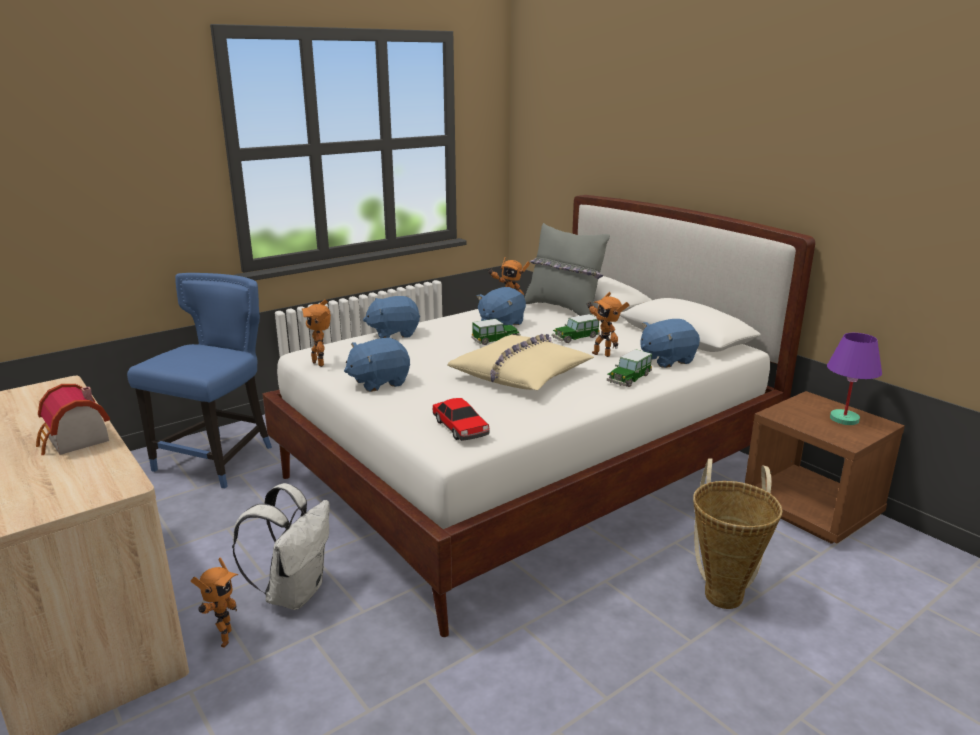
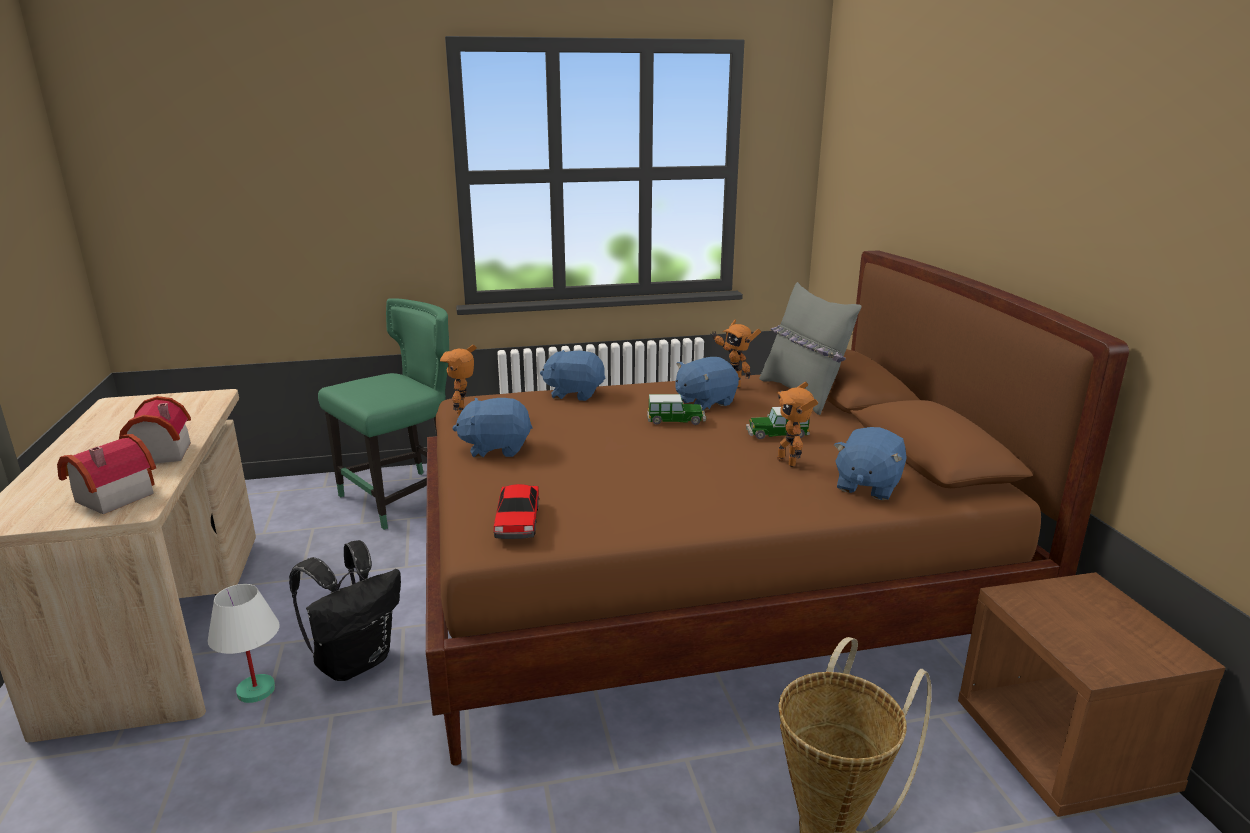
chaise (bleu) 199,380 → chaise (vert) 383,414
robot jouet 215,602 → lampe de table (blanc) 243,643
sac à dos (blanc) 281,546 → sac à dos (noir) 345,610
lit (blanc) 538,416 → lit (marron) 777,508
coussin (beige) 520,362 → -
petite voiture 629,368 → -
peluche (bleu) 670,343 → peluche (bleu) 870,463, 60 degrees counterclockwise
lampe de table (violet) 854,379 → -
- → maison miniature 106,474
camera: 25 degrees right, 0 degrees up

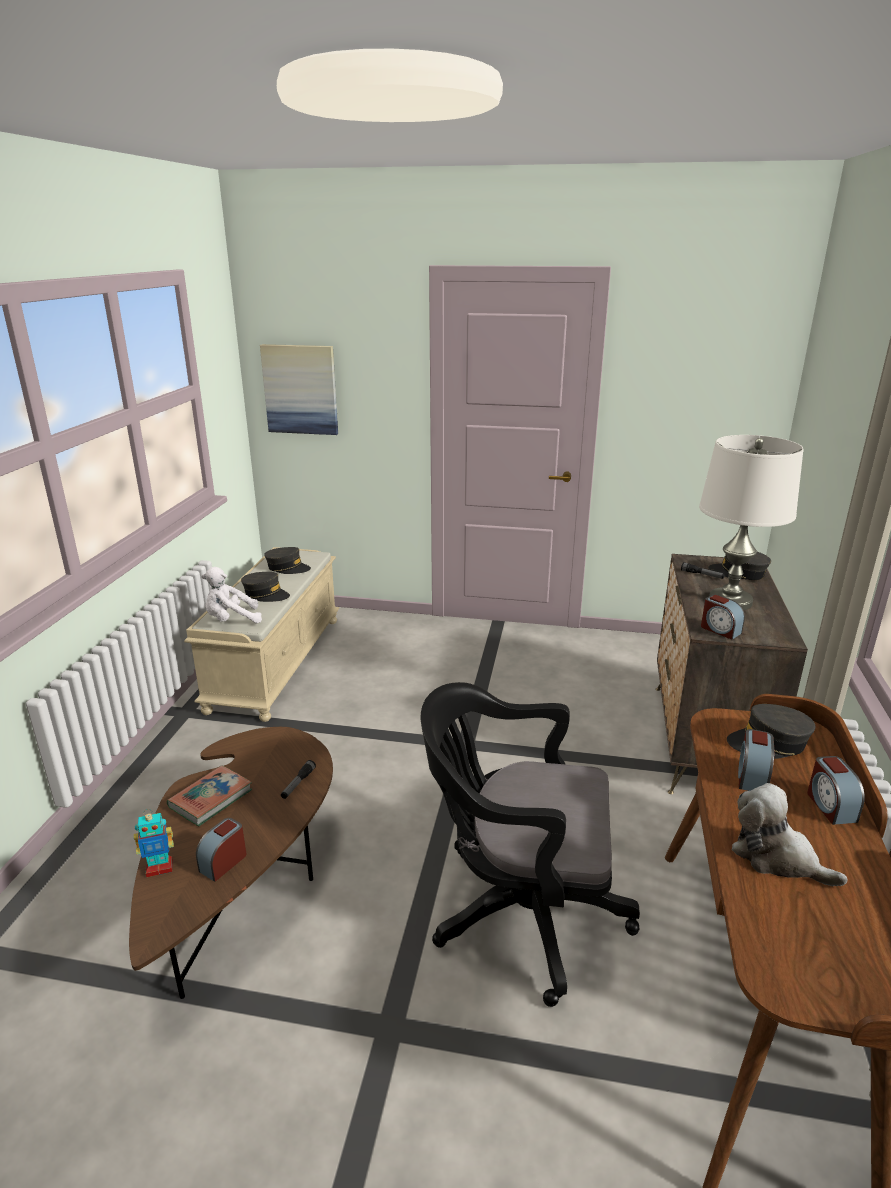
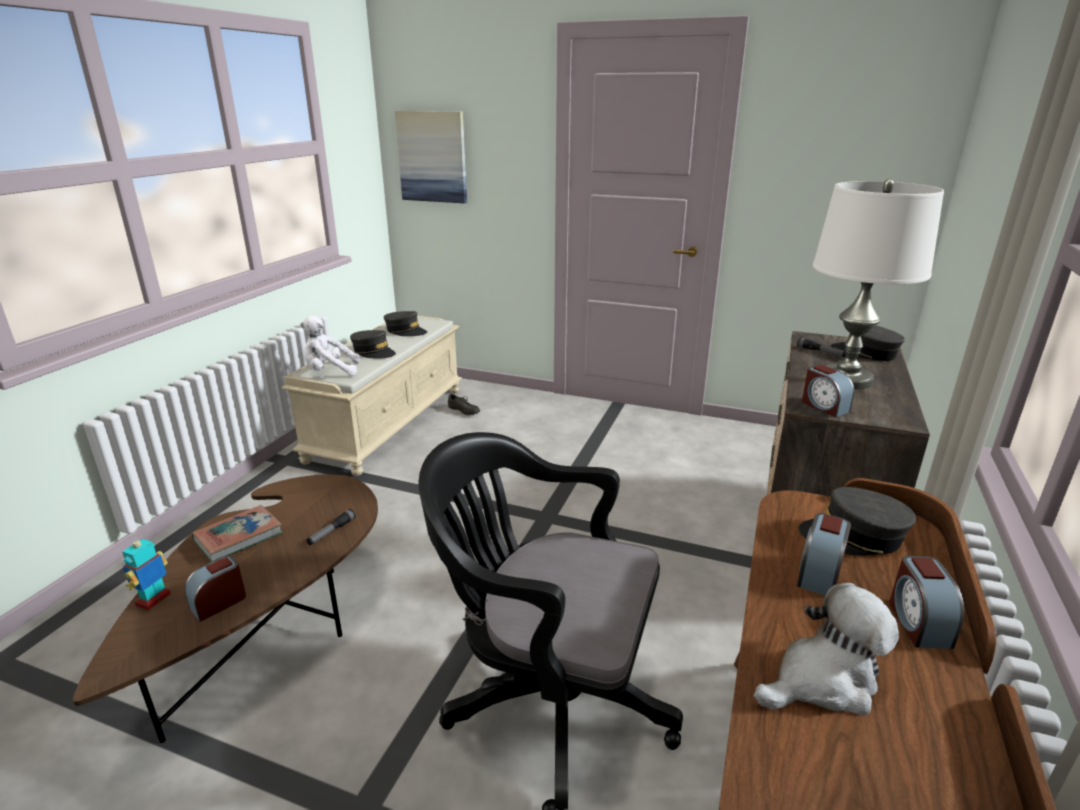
robot jouet 154,843 → robot jouet 146,573, 120 degrees clockwise
peluche 790,834 → peluche 826,649, 105 degrees clockwise
- → chaussure (gris) 464,404
camera: 10 degrees right, 0 degrees up

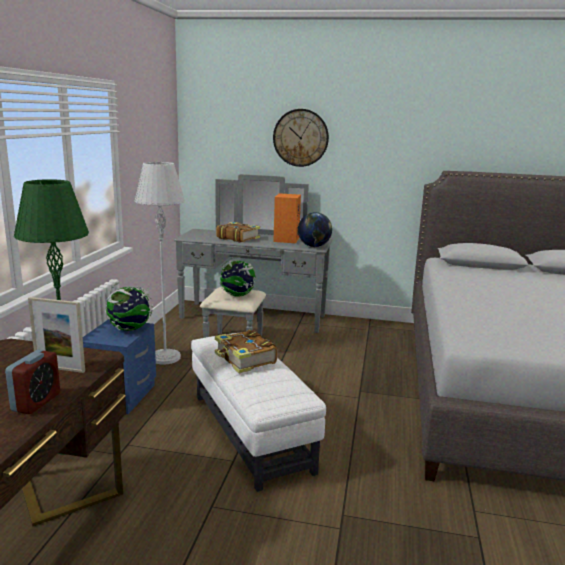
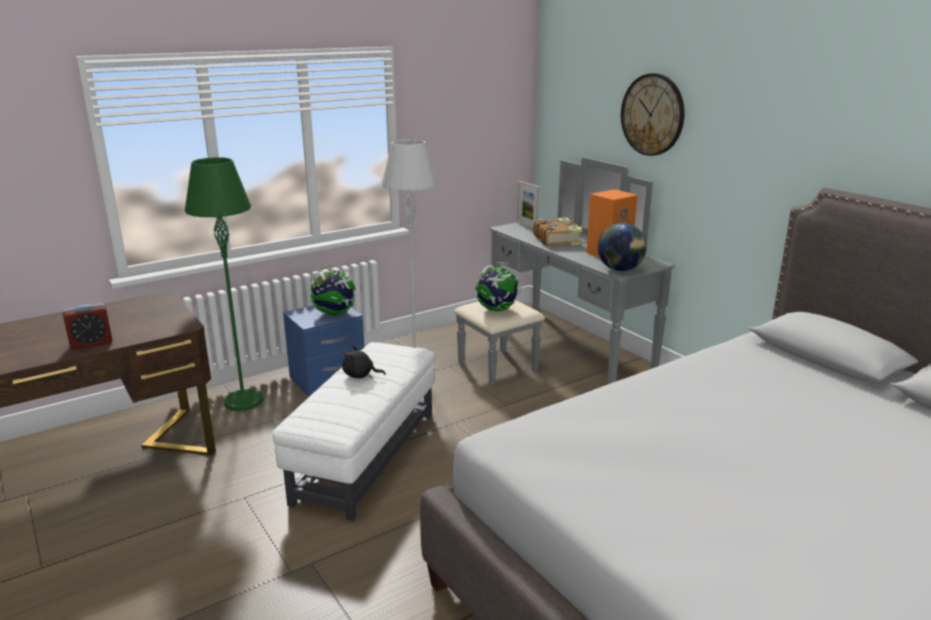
cadre photo 56,335 → cadre photo 528,205, move
livre 246,351 → peluche (noir) 364,361
camera: 45 degrees right, 5 degrees up

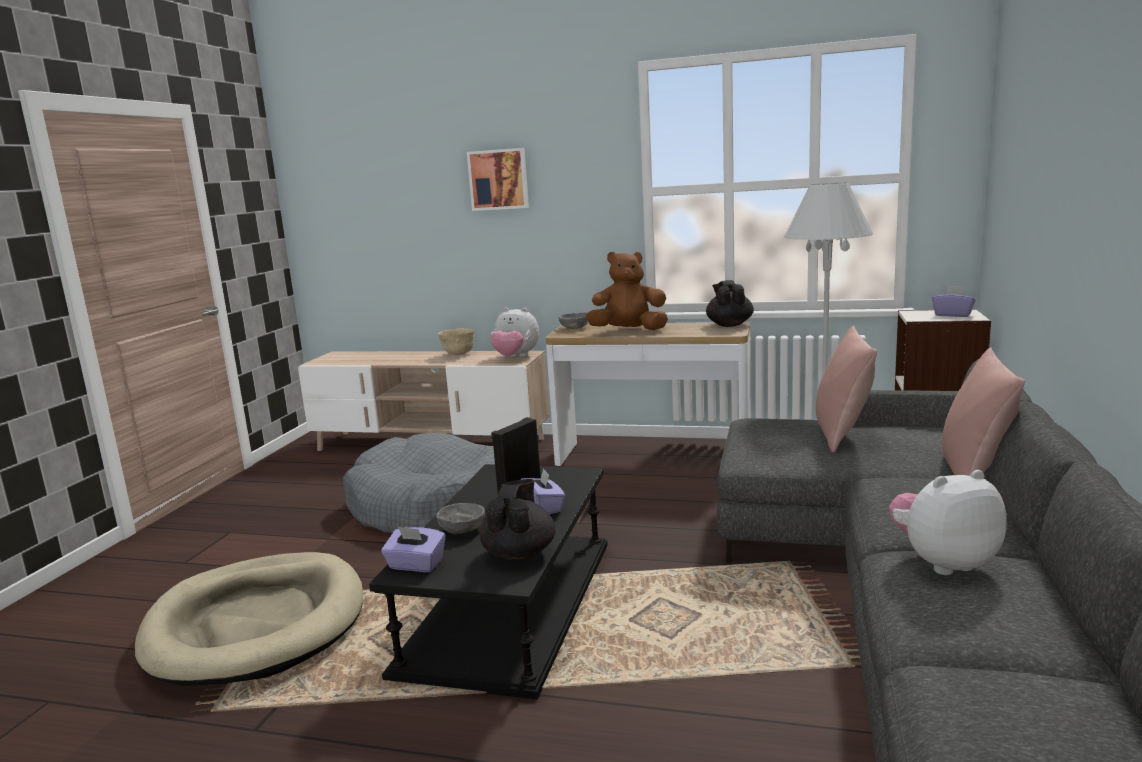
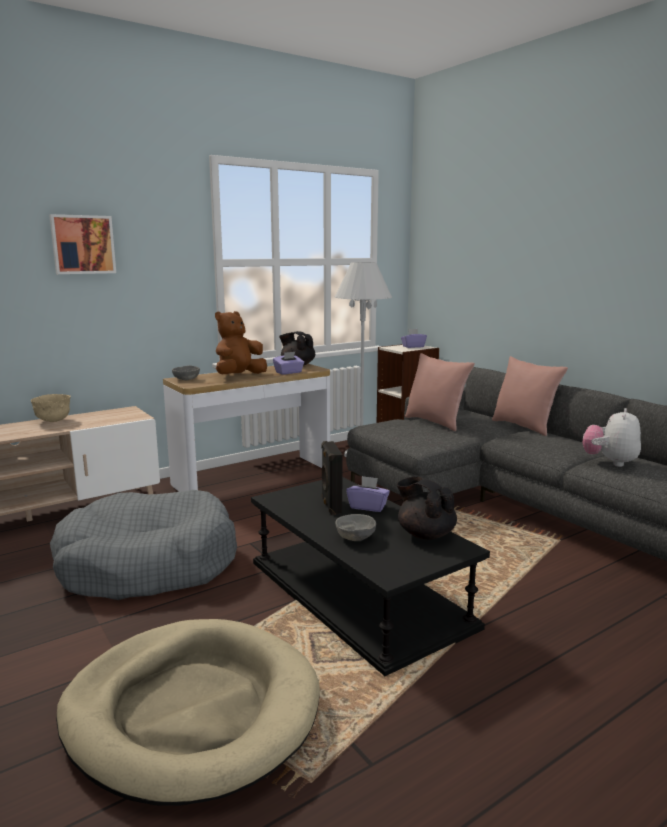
boîte à mouchoirs (violet) 413,549 → boîte à mouchoirs (violet) 288,363, move
peluche 514,332 → -
camera: 50 degrees left, 0 degrees up

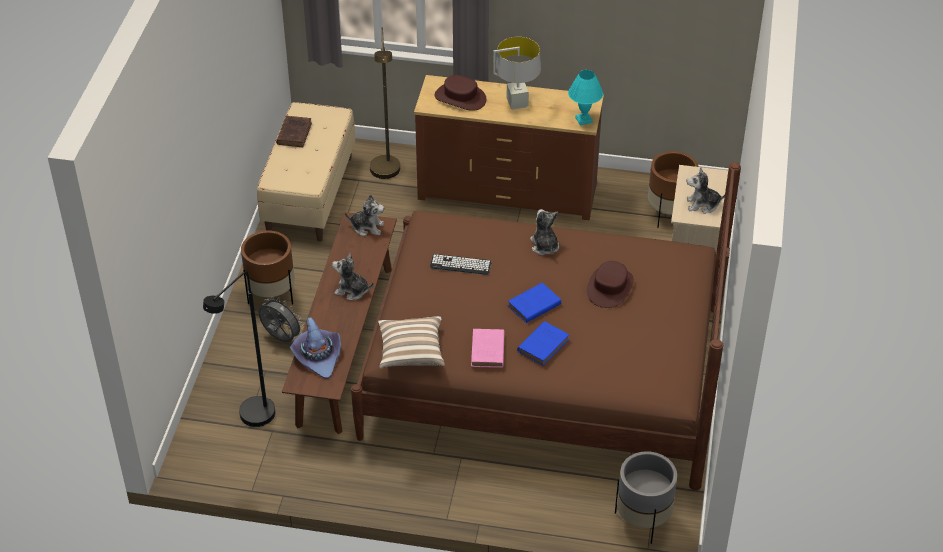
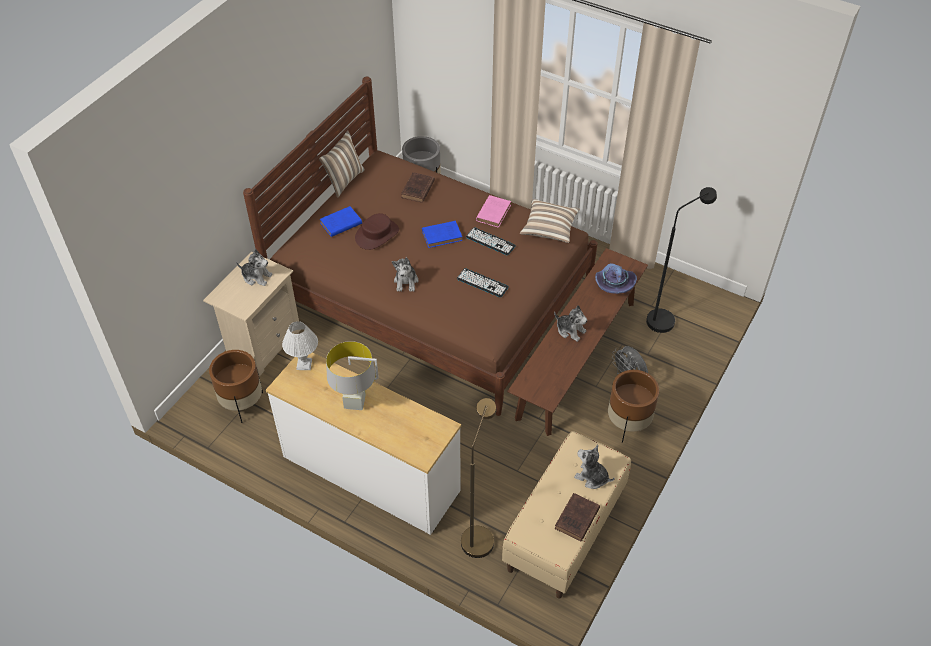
peluche 364,215 → peluche 594,467, move
commode (marron) 509,147 → commode (blanc) 363,443
chapeau (marron) 461,93 → -
livre (bleu) 543,343 → livre (bleu) 341,221, move
lampe de table (turquoise) 585,97 → lampe de table (blanc) 300,345
- → coussin 342,164
- → livre (marron) 418,187
- → clavier 491,241
camera: 160 degrees left, 5 degrees up

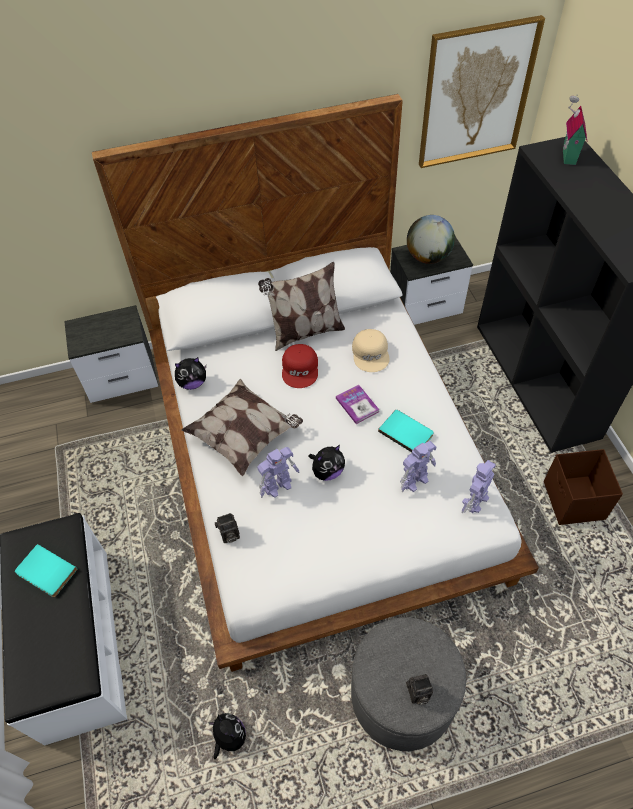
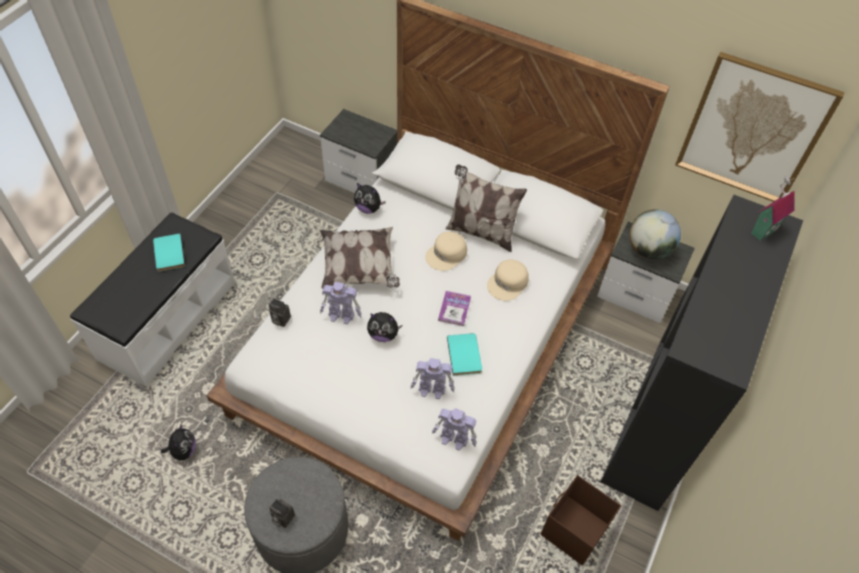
casquette (rouge) 300,366 → casquette (beige) 446,251
robot jouet 478,486 → robot jouet 454,429, 150 degrees counterclockwise
camera: 40 degrees right, 0 degrees up

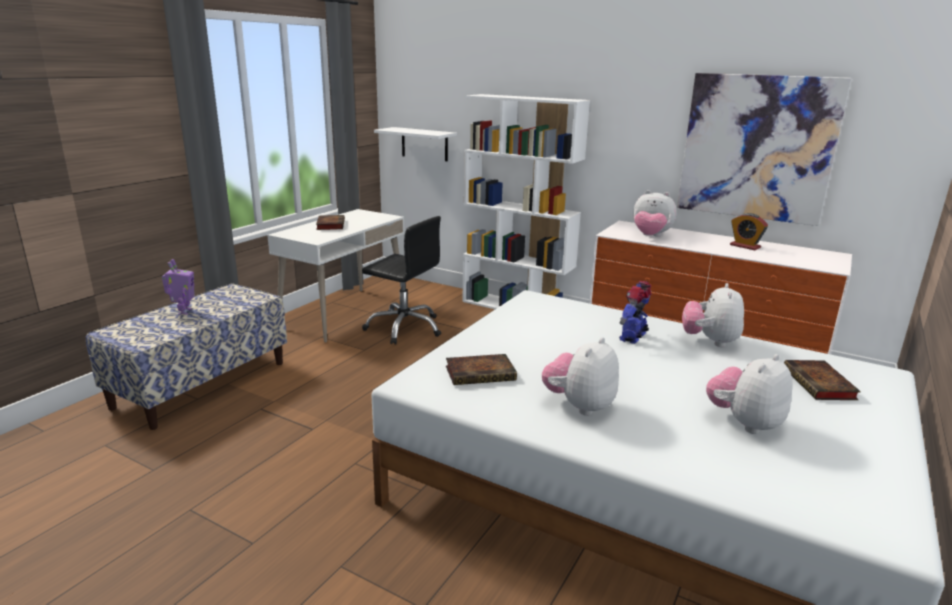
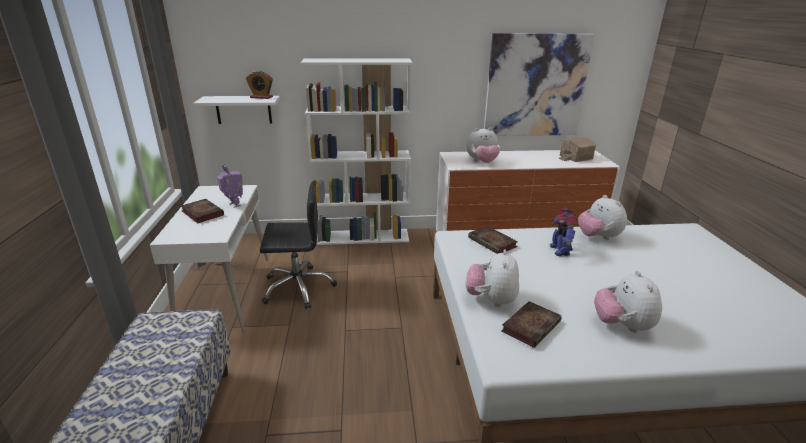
robot jouet 178,287 → robot jouet 230,186, move
peluche 749,394 → peluche 492,278, move
réveil 749,231 → réveil 259,85, move
livre 822,380 → livre 493,240, move
- → maison miniature 578,150
camera: 35 degrees left, 5 degrees up

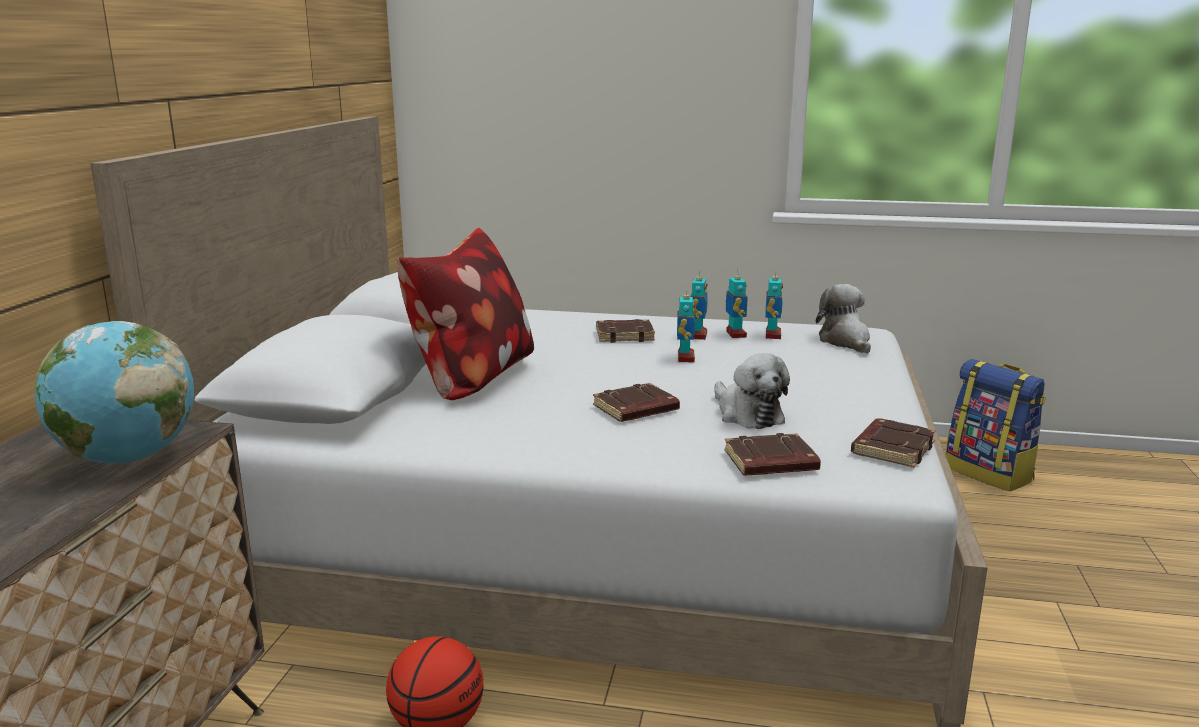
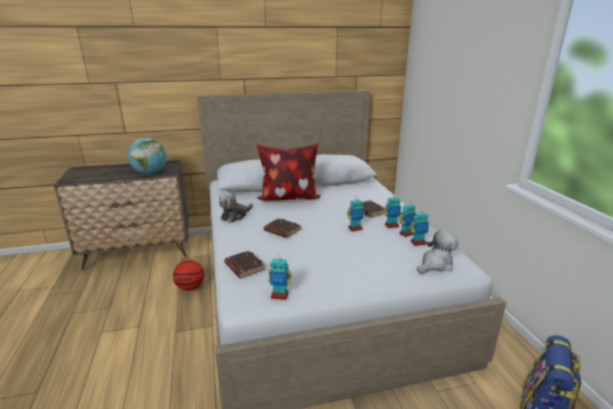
peluche 752,391 → peluche 236,208, move
livre (marron) 893,443 → robot jouet 279,277
camera: 65 degrees right, 5 degrees up

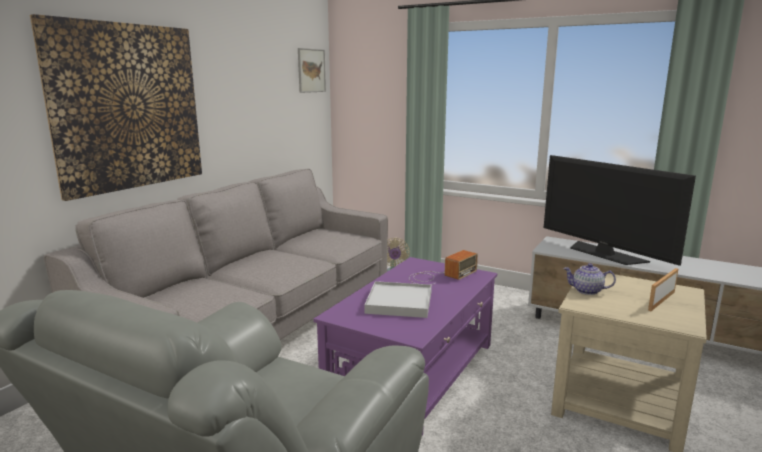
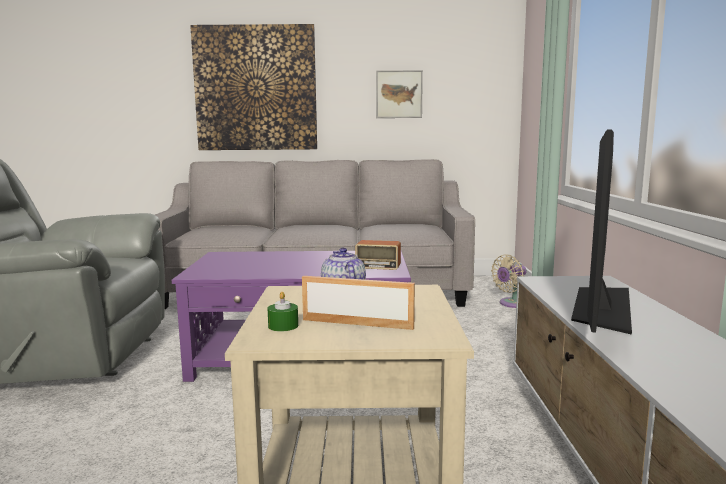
tableau 312,70 → tableau 399,94, move
plateau (blanc) 398,299 → -
- → bougie (vert) 283,312
camera: 60 degrees right, 5 degrees down

